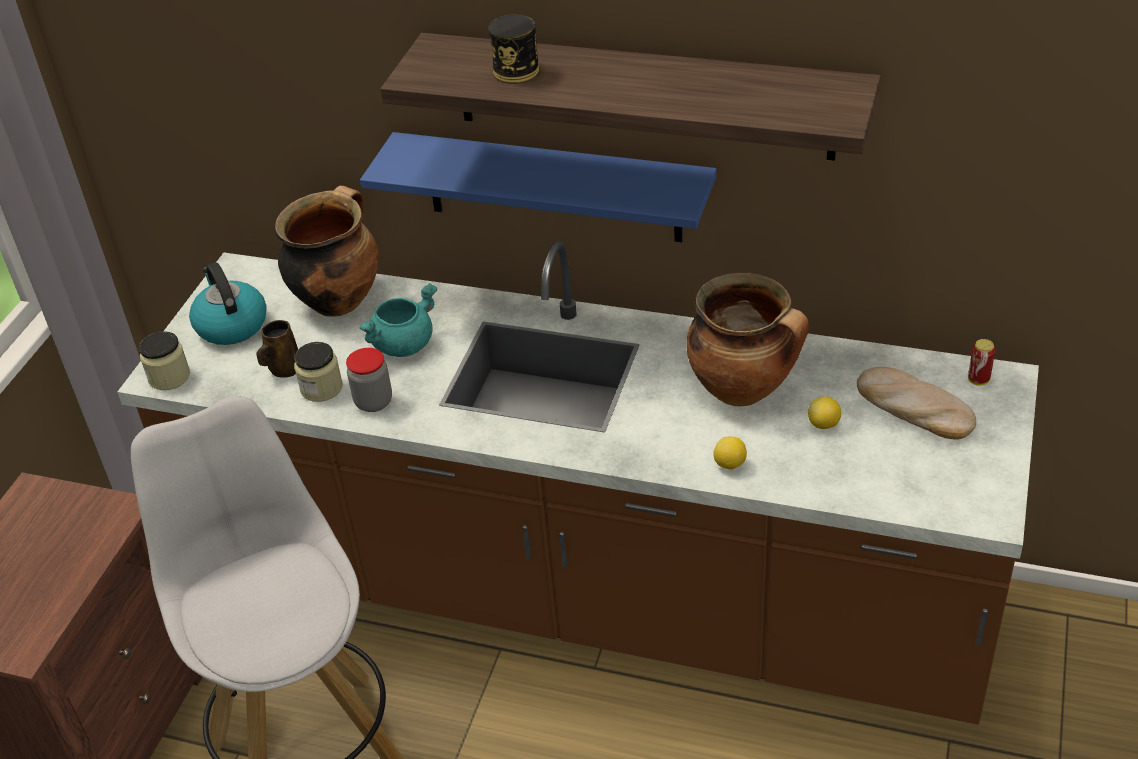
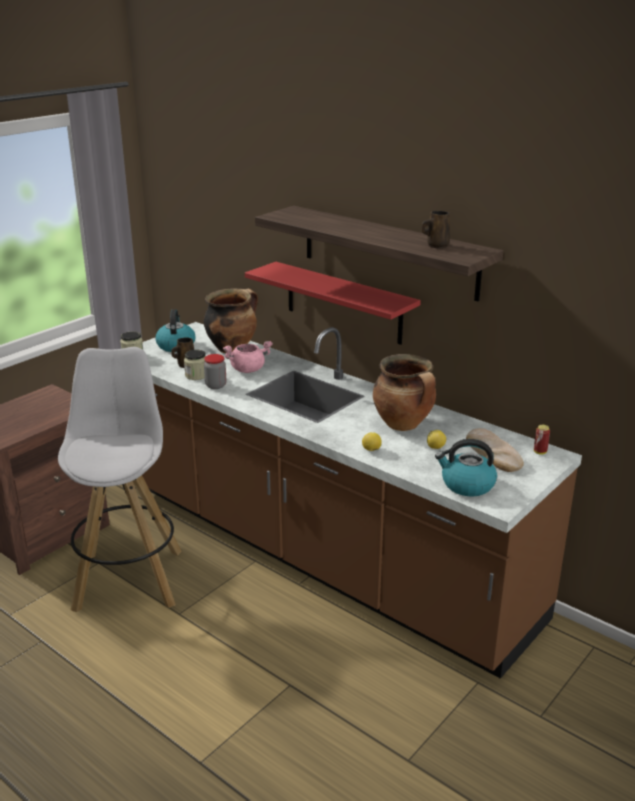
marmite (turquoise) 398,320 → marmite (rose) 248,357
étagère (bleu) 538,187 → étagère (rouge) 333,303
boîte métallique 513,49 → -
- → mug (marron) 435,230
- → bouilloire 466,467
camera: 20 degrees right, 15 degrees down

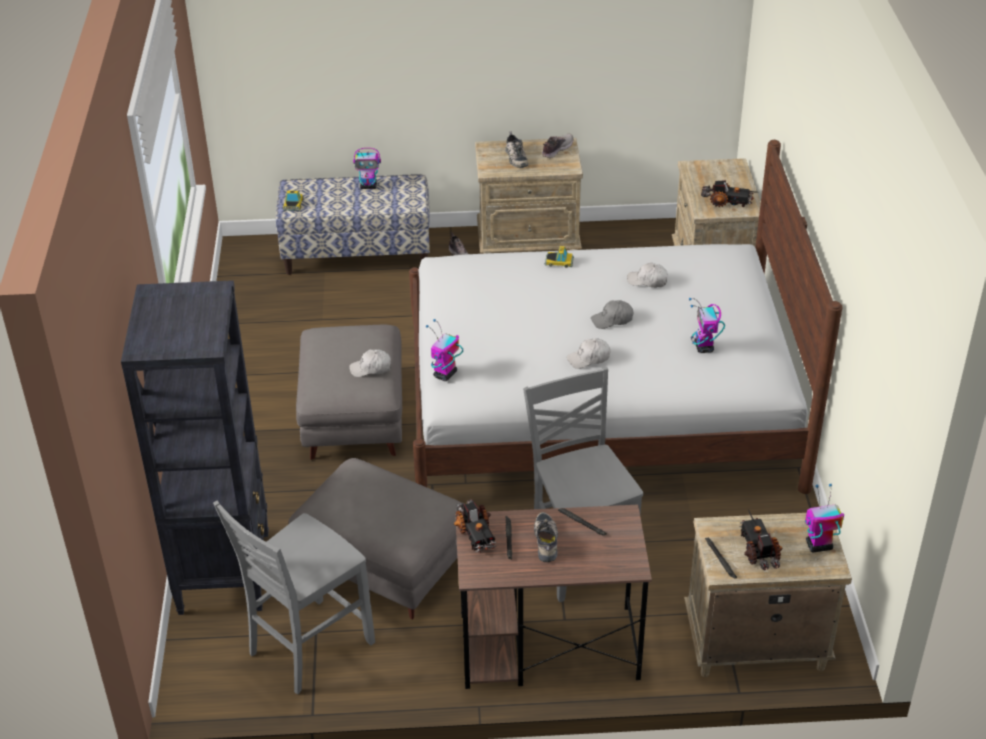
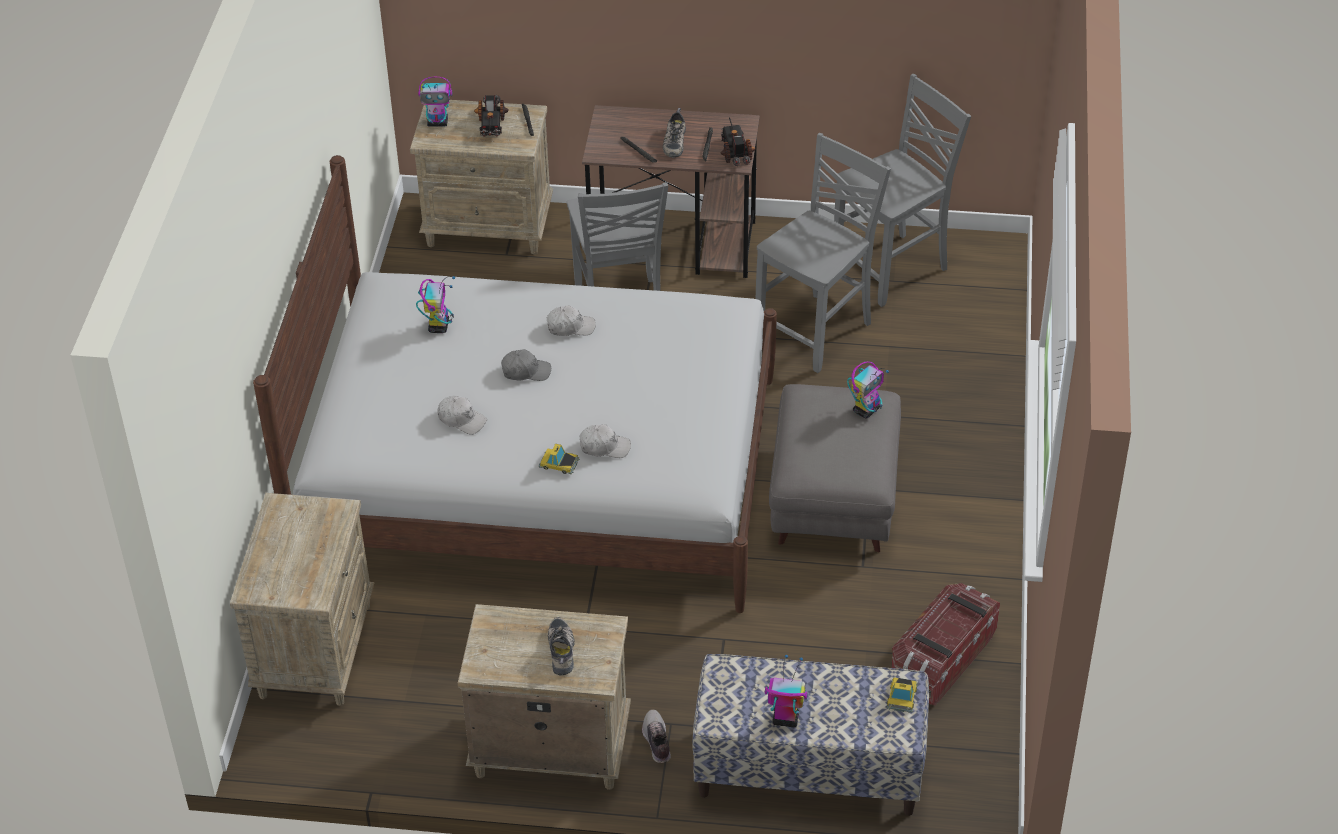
bibliothèque (noir) 195,447 → -
pouf (gris) 376,538 → chaise (gris) 823,253
casquette (blanc) 370,363 → casquette (blanc) 605,441, move
robot jouet 444,350 → robot jouet 868,390, move
chaussure 557,146 → -
camion jouet 729,193 → -
- → boîte de rangement 945,644
camera: 170 degrees left, 5 degrees up

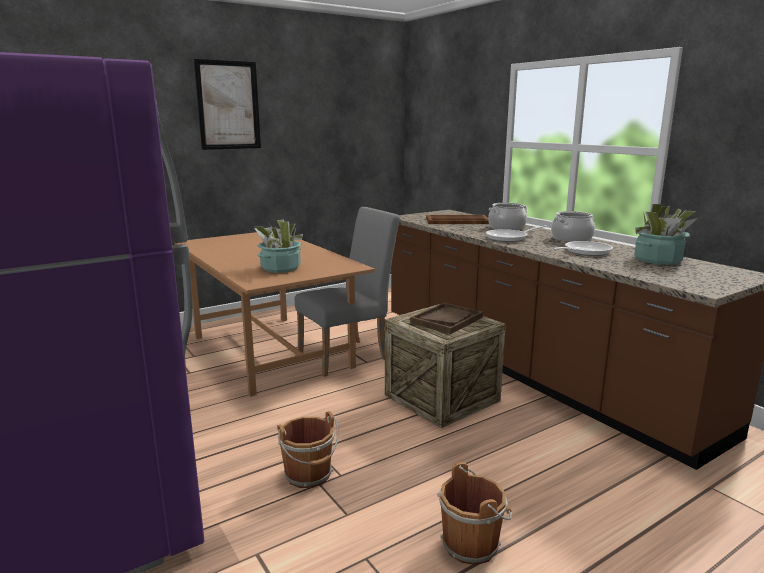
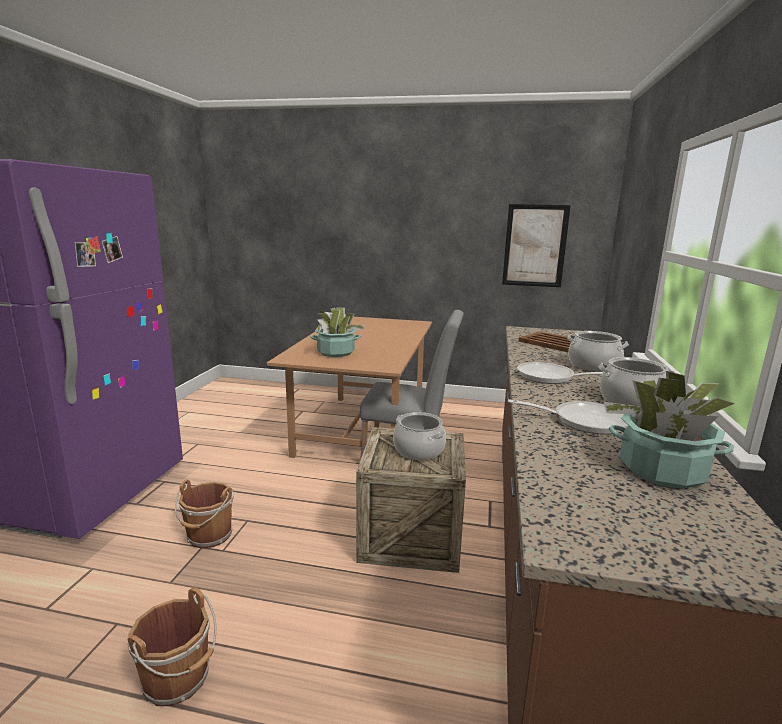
tableau 227,104 → tableau 536,245, move
plateau (marron) 446,318 → marmite 419,436
camera: 45 degrees right, 0 degrees up

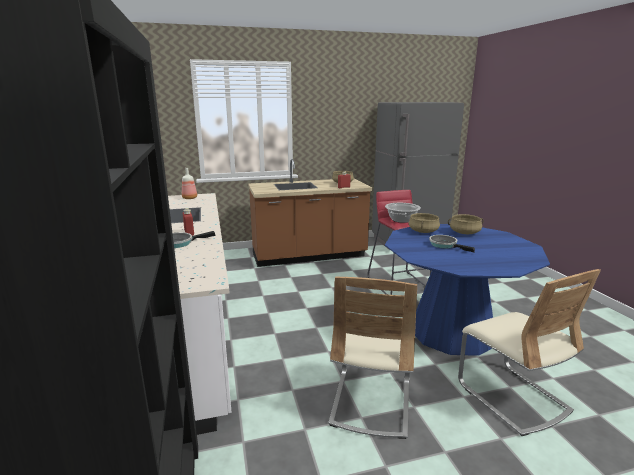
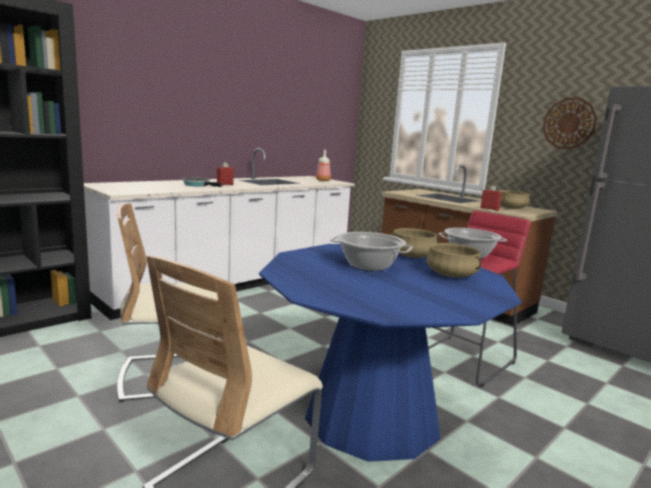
poêle 452,244 → marmite 371,251
- → horloge murale 570,123
camera: 60 degrees right, 5 degrees down

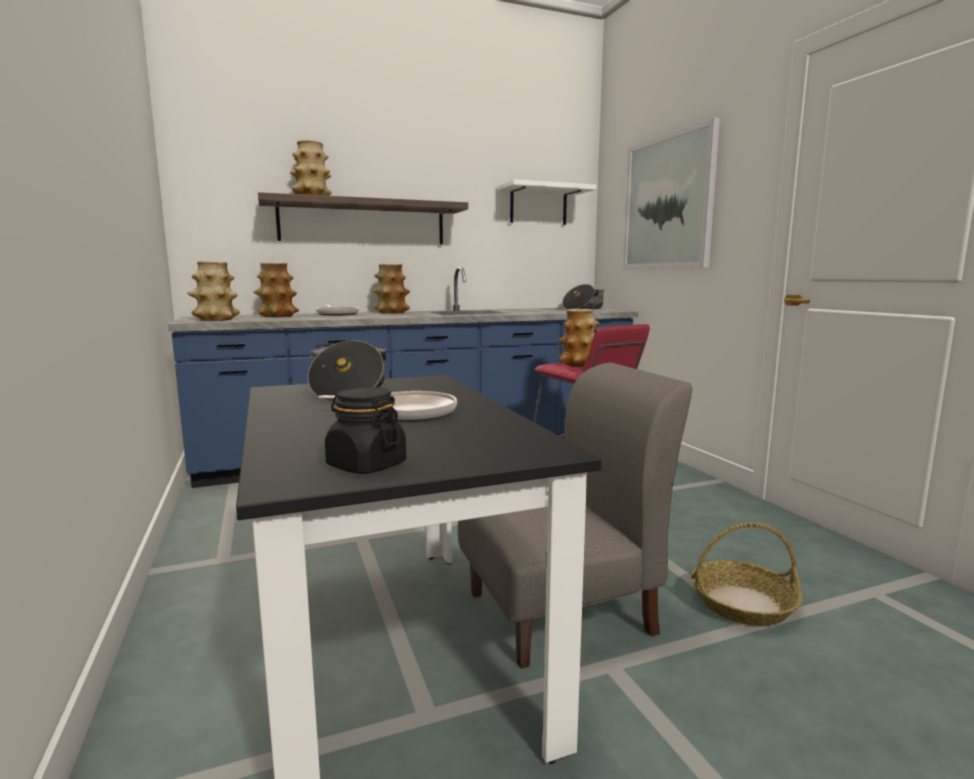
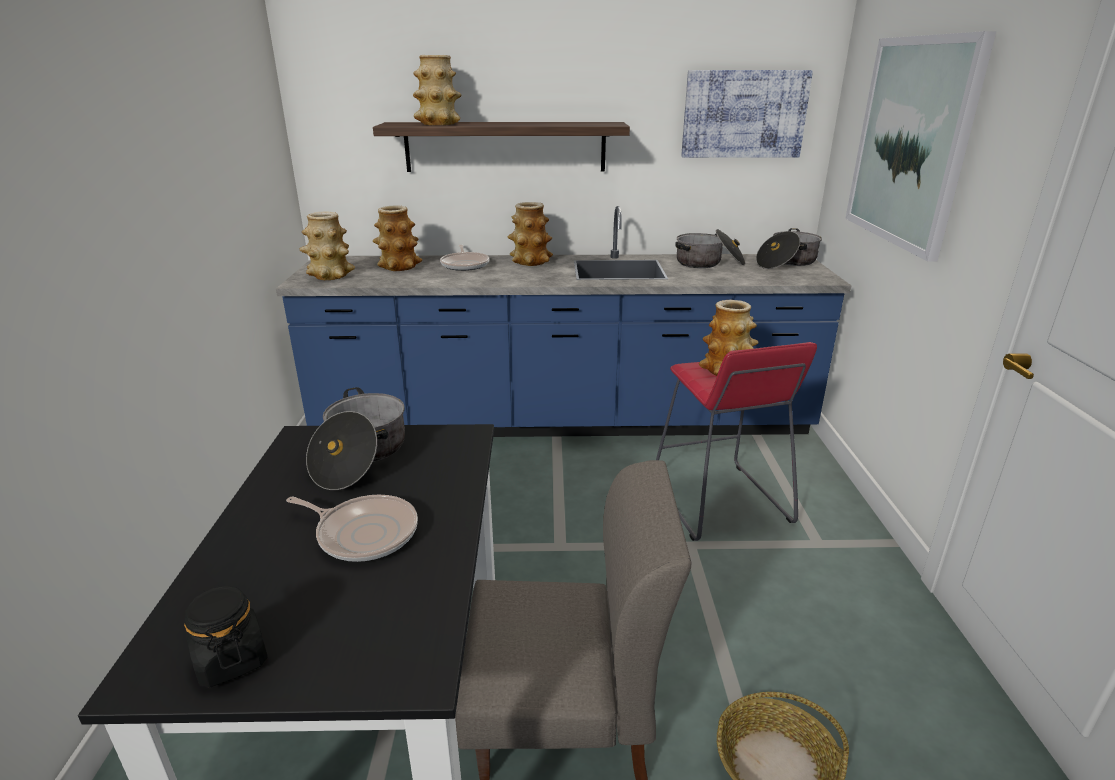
étagère (blanc) 547,202 → tableau 747,114
- → marmite 710,248
camera: 20 degrees right, 15 degrees up

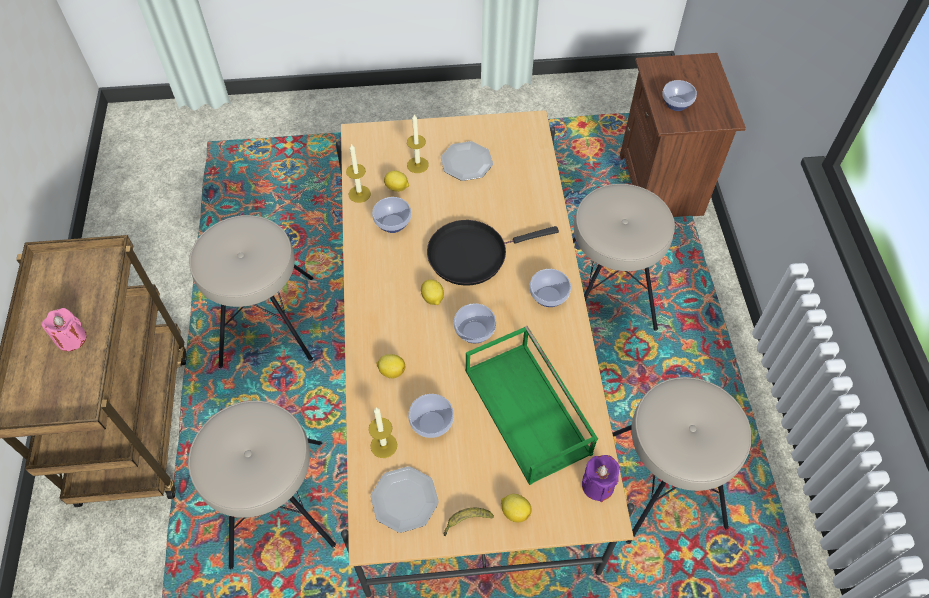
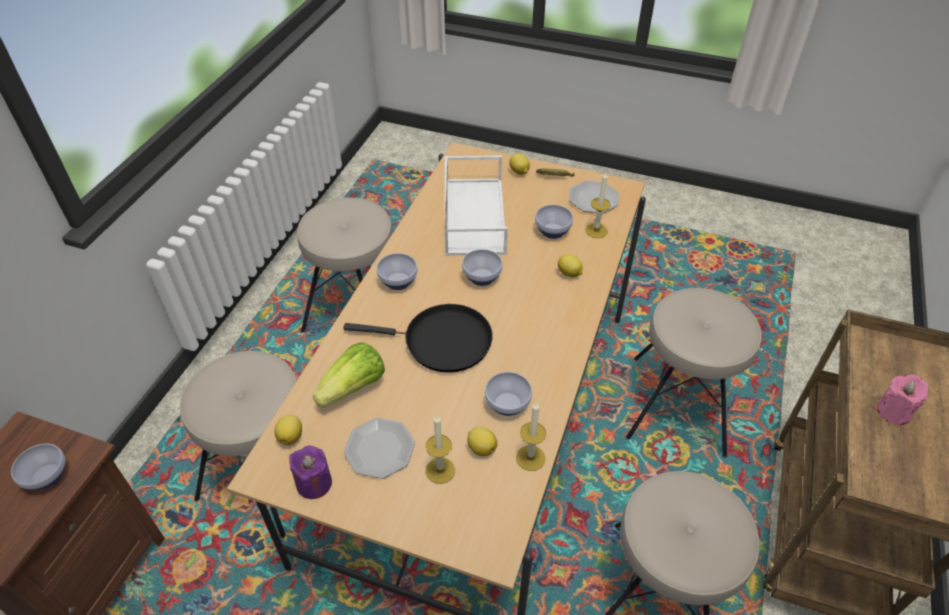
citron 432,292 → citron 288,430, move
plateau (vert) 531,405 → plateau (blanc) 476,205
bougie (violet) 601,478 → bougie (violet) 310,472, move
- → laitue 349,375
camera: 155 degrees left, 10 degrees down

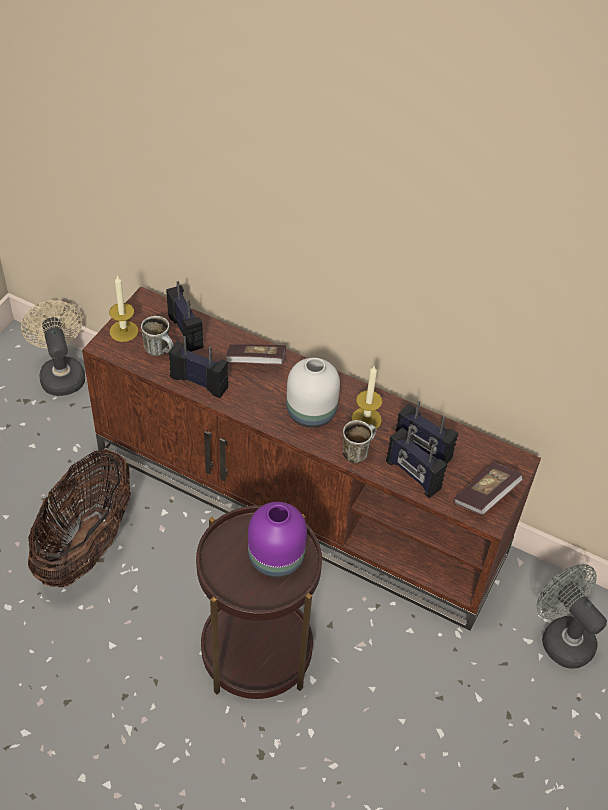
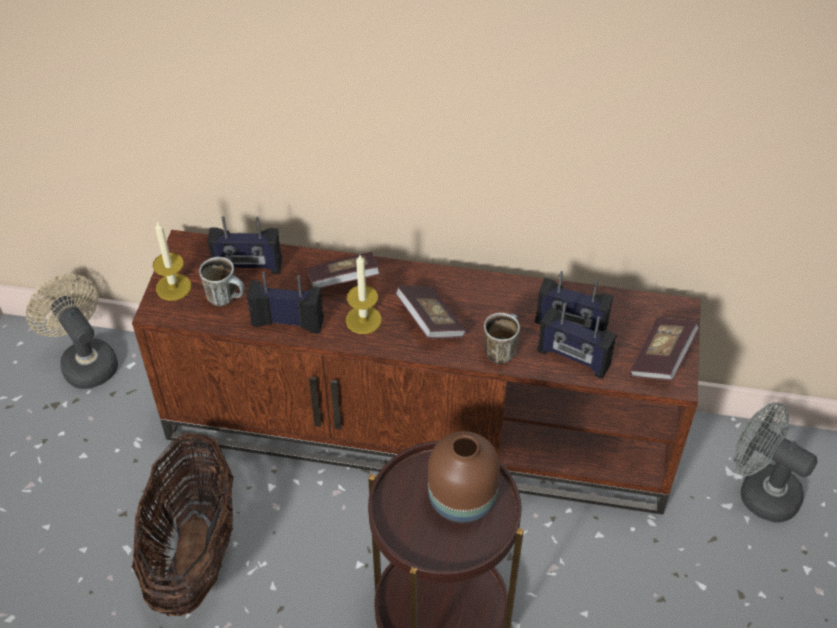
radio 184,316 → radio 244,245, 135 degrees clockwise
vase (violet) 277,540 → vase (marron) 464,477
vase (blanc) 313,393 → livre 430,312
bougie 367,397 → bougie 364,294, move
camera: 15 degrees left, 0 degrees up

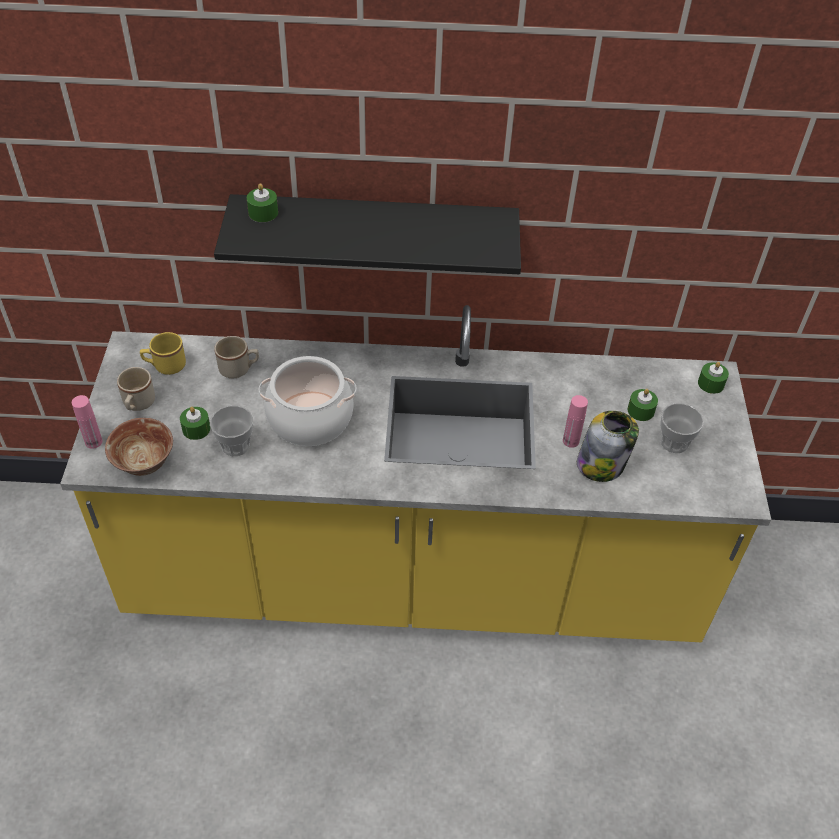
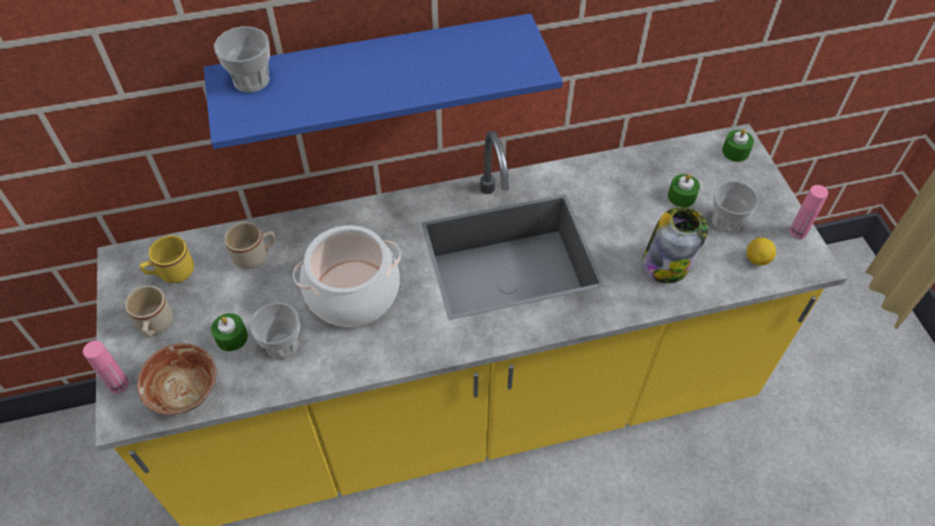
étagère (noir) 367,234 → étagère (bleu) 383,81
bougie (vert) 262,202 → tasse 242,59
bouteille (rose) 575,421 → bouteille (rose) 808,212, move
- → citron 761,251
camera: 15 degrees left, 5 degrees up

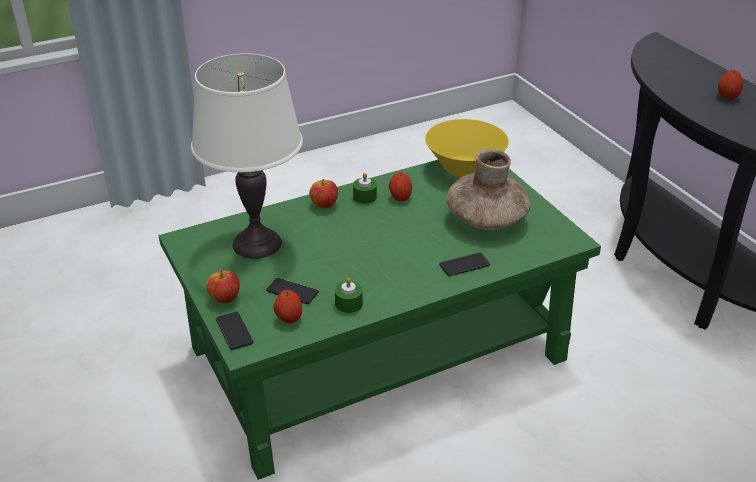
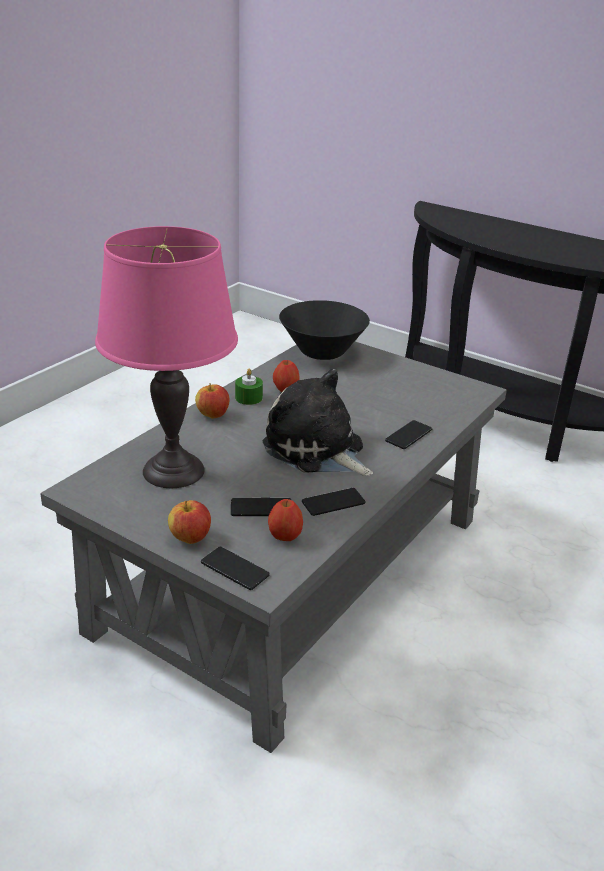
table basse (vert) 380,320 → table basse (gris) 273,547
lampe de table (blanc) 247,156 → lampe de table (rose) 166,357
bougie (vert) 349,295 → téléphone 334,502
bol (jaune) 467,148 → bol (noir) 324,330
vase (marron) 488,189 → -
pomme 730,85 → -
- → peluche 318,422
camera: 30 degrees left, 5 degrees down

